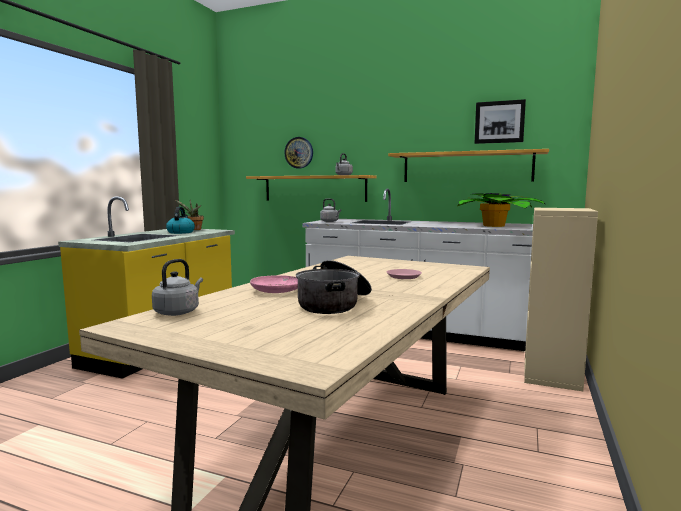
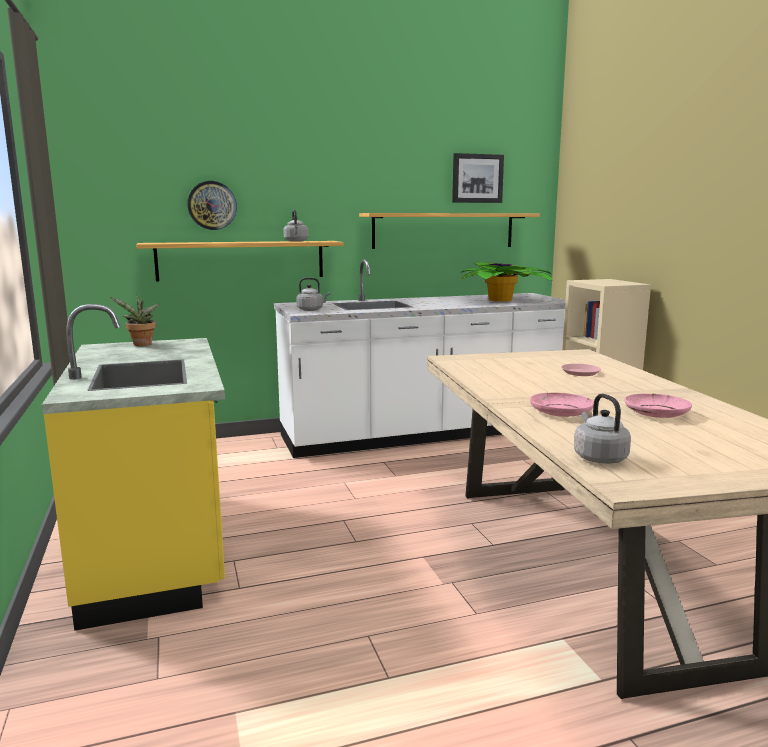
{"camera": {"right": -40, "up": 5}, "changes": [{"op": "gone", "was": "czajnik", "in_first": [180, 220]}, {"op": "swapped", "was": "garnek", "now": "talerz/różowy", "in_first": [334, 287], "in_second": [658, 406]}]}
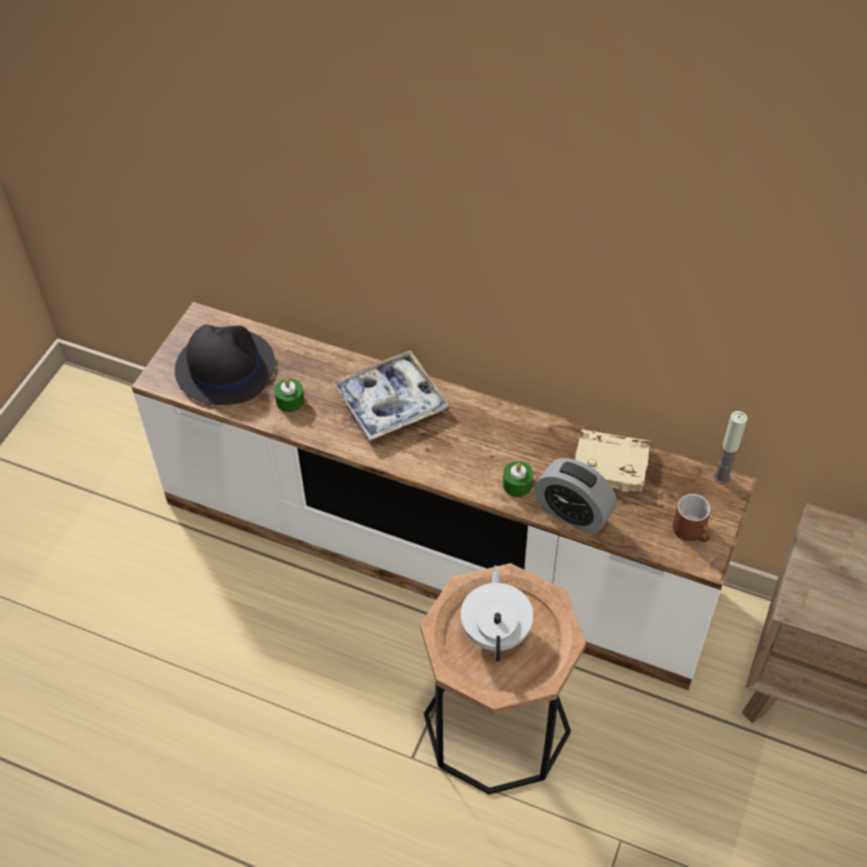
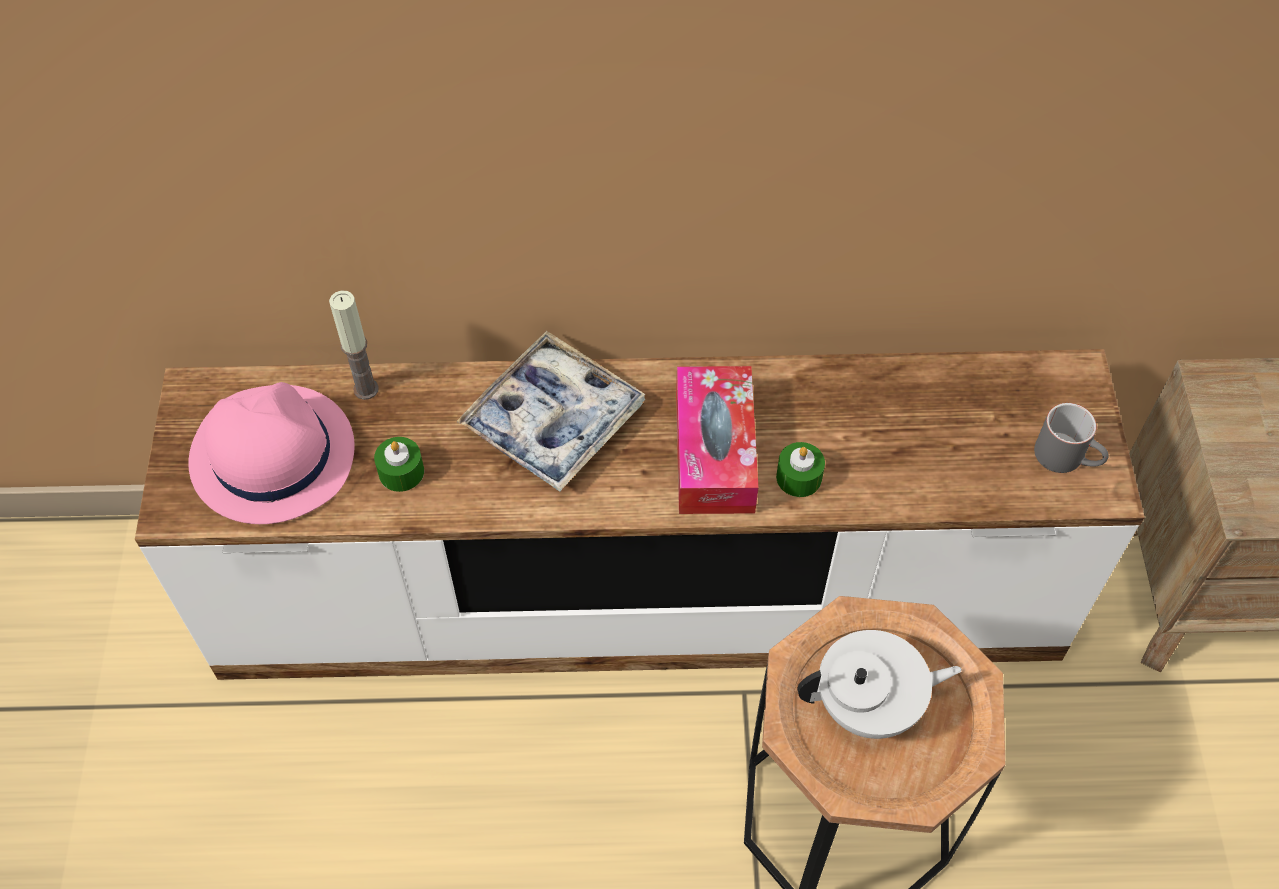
{"camera": {"right": -25, "up": 5}, "changes": [{"op": "repainted", "was": "kapelusz/czarny", "now": "kapelusz/różowy", "in_first": [225, 364], "in_second": [271, 453]}, {"op": "rotated", "was": "imbryk/biały", "in_first": [497, 613], "in_second": [879, 684], "clockwise": 105}, {"op": "gone", "was": "budzik", "in_first": [576, 496]}, {"op": "gone", "was": "książka/beżowy", "in_first": [612, 461]}, {"op": "repainted", "was": "kubek/brązowy", "now": "kubek/szary", "in_first": [691, 518], "in_second": [1071, 438]}, {"op": "shifted", "was": "świeca", "in_first": [730, 447], "in_second": [354, 345]}, {"op": "new", "now": "pudełko chusteczek", "in_second": [717, 440]}]}
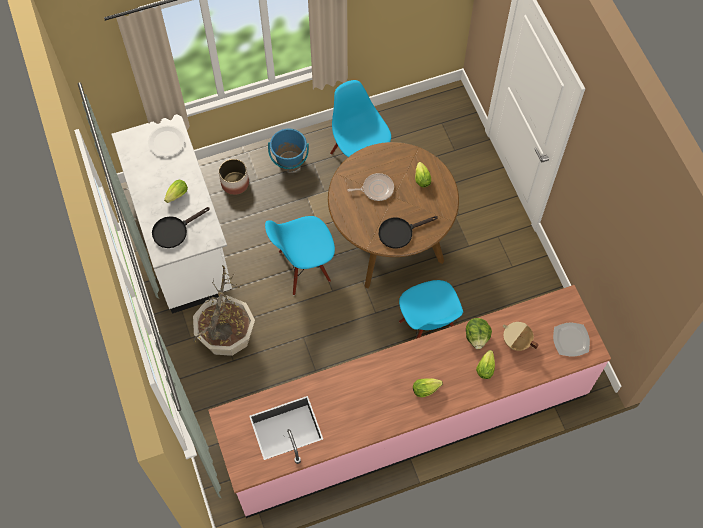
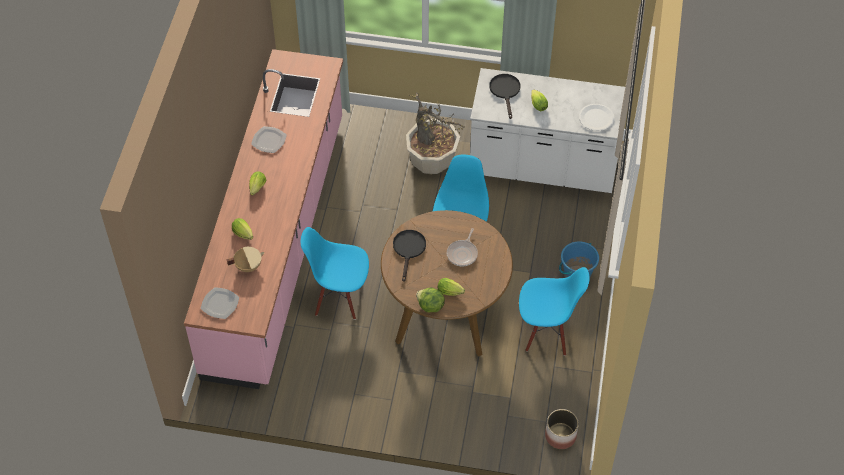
{"camera": {"right": 120, "up": -10}, "changes": [{"op": "shifted", "was": "donica", "in_first": [234, 177], "in_second": [562, 429]}, {"op": "shifted", "was": "sałata", "in_first": [479, 333], "in_second": [430, 300]}, {"op": "new", "now": "talerz", "in_second": [269, 139]}]}
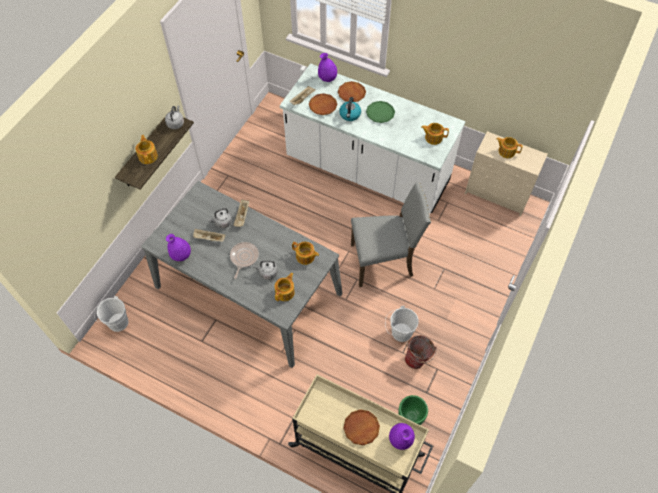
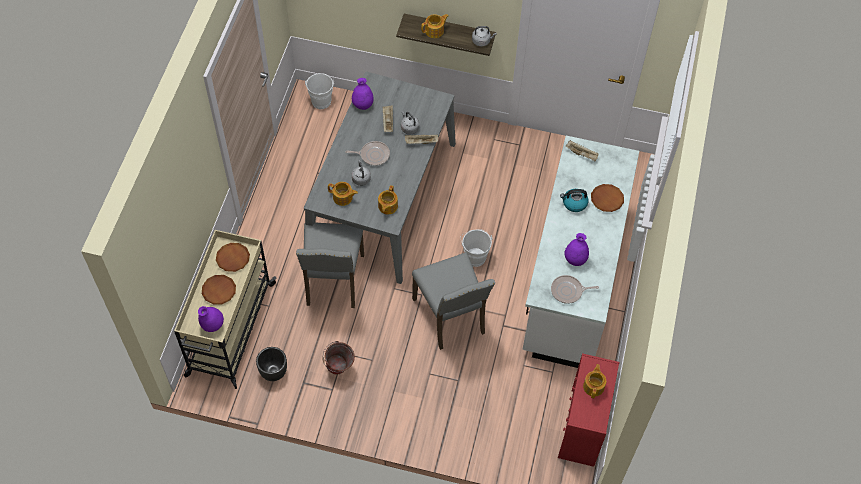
{"camera": {"right": 75, "up": 0}, "changes": [{"op": "shifted", "was": "talerz/brązowy", "in_first": [323, 104], "in_second": [233, 257]}, {"op": "shifted", "was": "wazon/fioletowy", "in_first": [327, 67], "in_second": [576, 249]}, {"op": "gone", "was": "talerz/zielony", "in_first": [380, 112]}, {"op": "shifted", "was": "wiadro/biały", "in_first": [402, 324], "in_second": [476, 248]}, {"op": "repainted", "was": "donica/zielony", "now": "donica/czarny", "in_first": [413, 410], "in_second": [271, 364]}, {"op": "swapped", "was": "imbryk", "now": "patelnia", "in_first": [435, 134], "in_second": [575, 289]}, {"op": "repainted", "was": "komoda/beżowy", "now": "komoda/czerwony", "in_first": [506, 173], "in_second": [589, 410]}, {"op": "new", "now": "krzesło/szary", "in_second": [330, 265]}]}
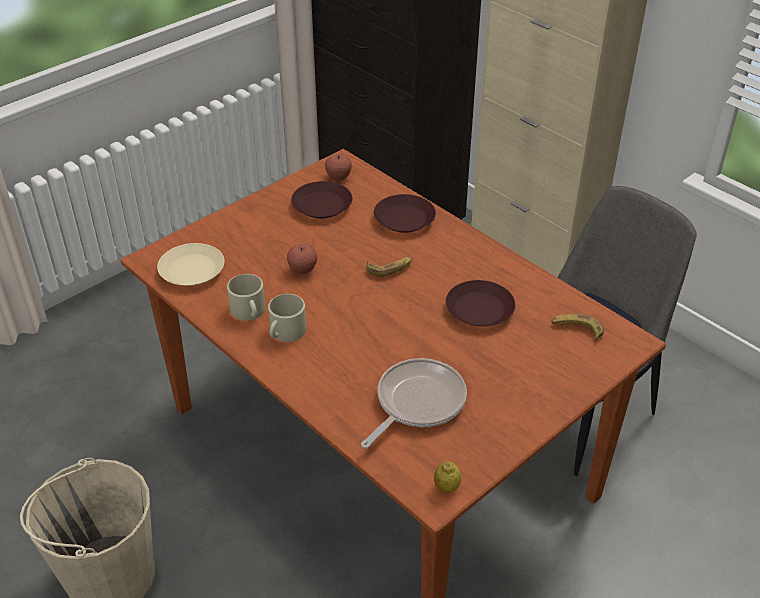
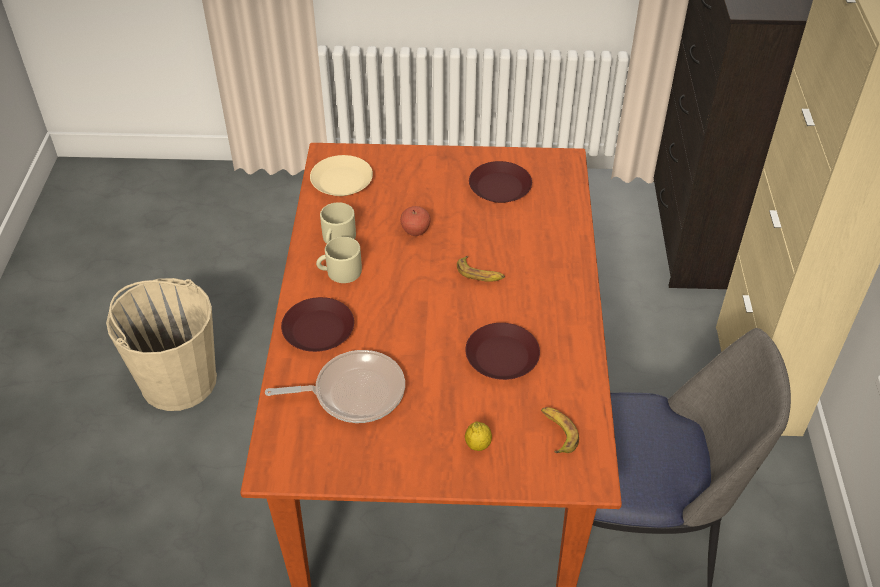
{"camera": {"right": 45, "up": 5}, "changes": [{"op": "gone", "was": "jabłko", "in_first": [338, 167]}, {"op": "shifted", "was": "talerz/brązowy", "in_first": [405, 213], "in_second": [317, 324]}, {"op": "shifted", "was": "cytryna", "in_first": [447, 477], "in_second": [478, 436]}]}
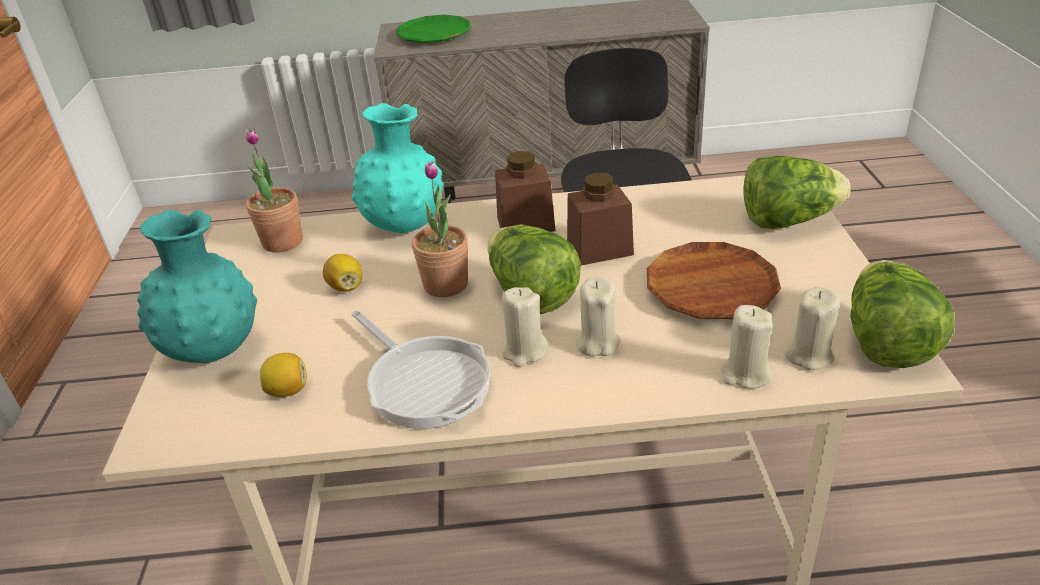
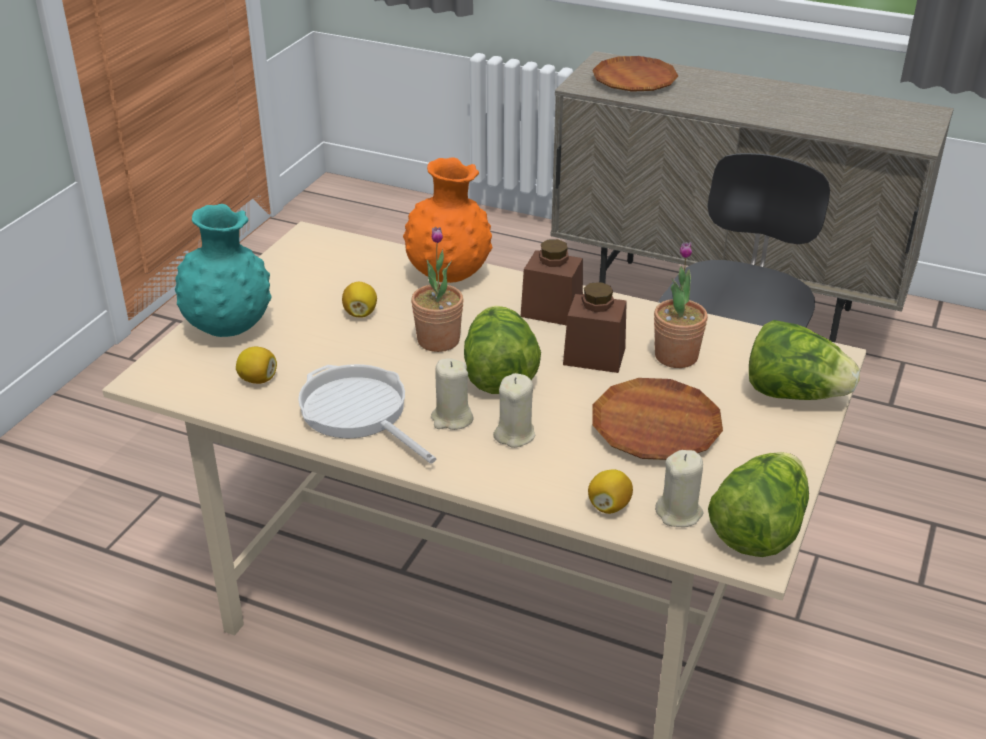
{"camera": {"right": 25, "up": 0}, "changes": [{"op": "shifted", "was": "roślina doniczkowa", "in_first": [274, 190], "in_second": [681, 305]}, {"op": "repainted", "was": "wazon/turkusowy", "now": "wazon/pomarańczowy", "in_first": [398, 168], "in_second": [447, 220]}, {"op": "rotated", "was": "patelnia", "in_first": [421, 369], "in_second": [367, 413], "clockwise": 150}, {"op": "repainted", "was": "talerz/zielony", "now": "talerz/brązowy", "in_first": [433, 29], "in_second": [635, 74]}, {"op": "swapped", "was": "świeca/beżowy", "now": "cytryna", "in_first": [747, 347], "in_second": [610, 492]}]}
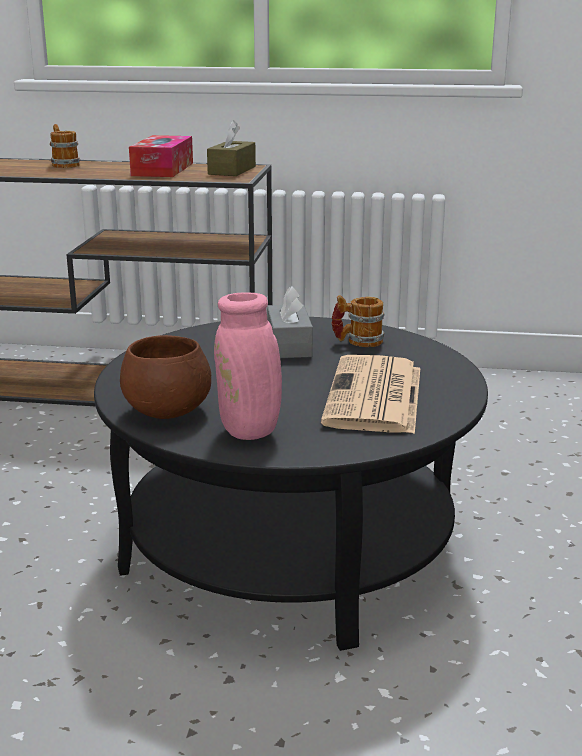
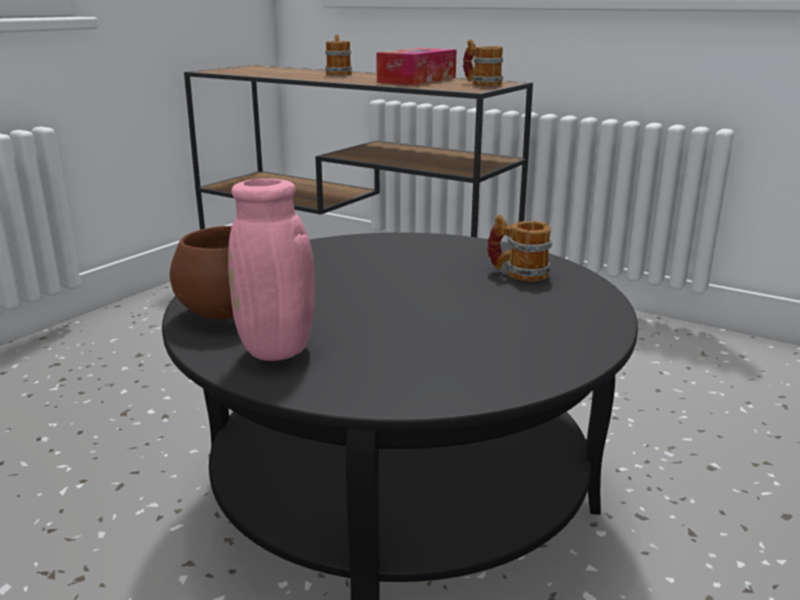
{"camera": {"right": 25, "up": 0}, "changes": [{"op": "swapped", "was": "pudełko chusteczek/brązowy", "now": "kubek", "in_first": [231, 148], "in_second": [483, 63]}, {"op": "gone", "was": "pudełko chusteczek/szary", "in_first": [290, 322]}, {"op": "gone", "was": "gazeta", "in_first": [370, 394]}]}
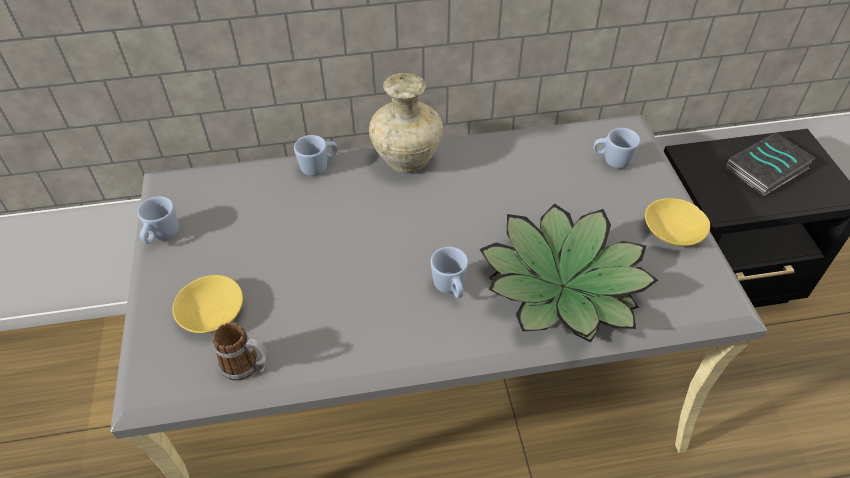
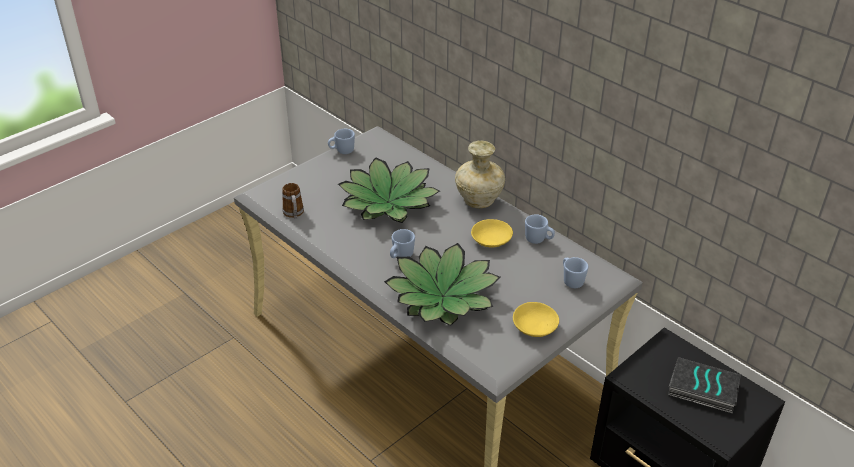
{"camera": {"right": 55, "up": -10}, "changes": [{"op": "shifted", "was": "miska/żółty", "in_first": [208, 304], "in_second": [492, 233]}, {"op": "shifted", "was": "kubek/niebieski", "in_first": [316, 155], "in_second": [540, 229]}, {"op": "new", "now": "roślina doniczkowa", "in_second": [389, 190]}]}
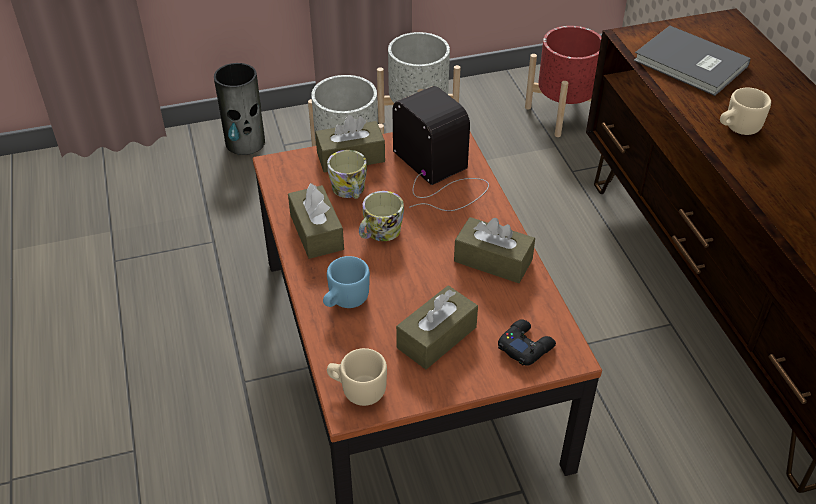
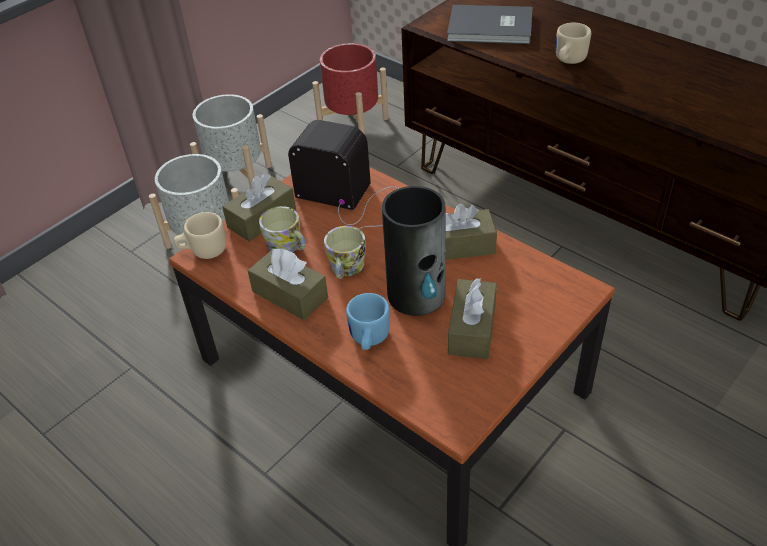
{"camera": {"right": -30, "up": 0}, "changes": [{"op": "shifted", "was": "wazon", "in_first": [239, 109], "in_second": [414, 251]}, {"op": "shifted", "was": "kubek/beżowy", "in_first": [357, 377], "in_second": [200, 235]}, {"op": "gone", "was": "pad do gier/czarny", "in_first": [527, 342]}]}
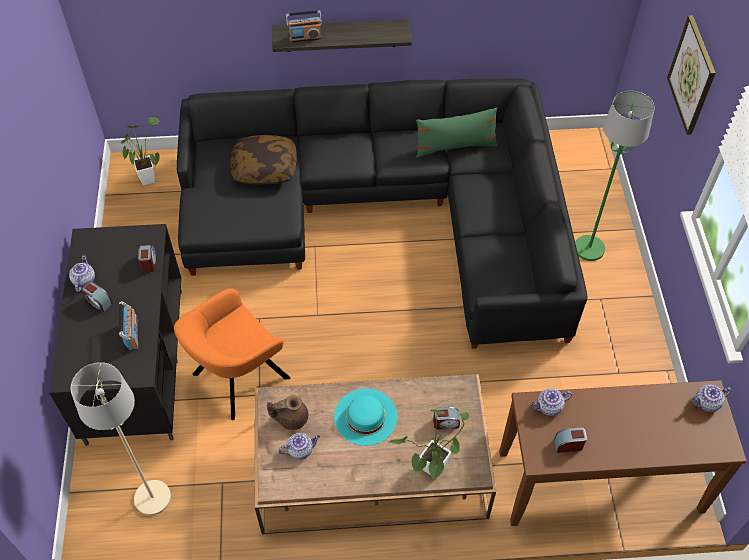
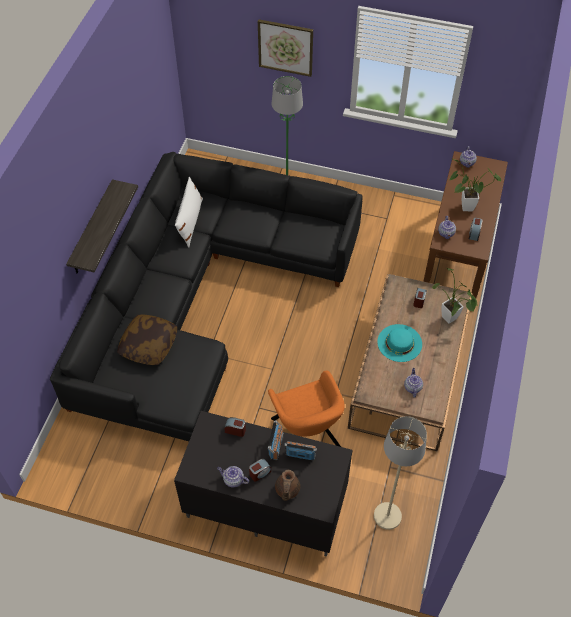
{"camera": {"right": -70, "up": 0}, "changes": [{"op": "shifted", "was": "roślina doniczkowa", "in_first": [140, 151], "in_second": [475, 184]}, {"op": "shifted", "was": "imbryk/brązowy", "in_first": [288, 412], "in_second": [287, 485]}, {"op": "shifted", "was": "radio", "in_first": [304, 26], "in_second": [276, 440]}, {"op": "repainted", "was": "poduszka/zielony", "now": "poduszka/biały", "in_first": [457, 132], "in_second": [189, 212]}]}
